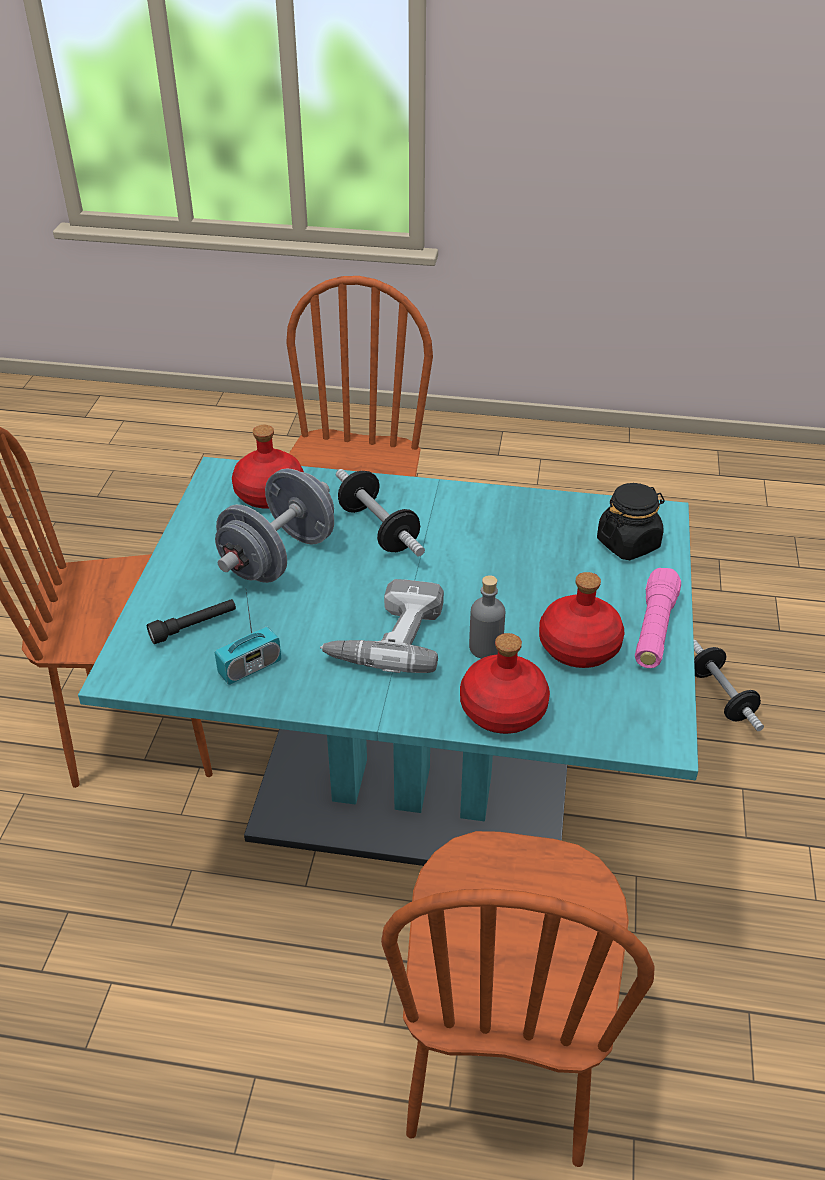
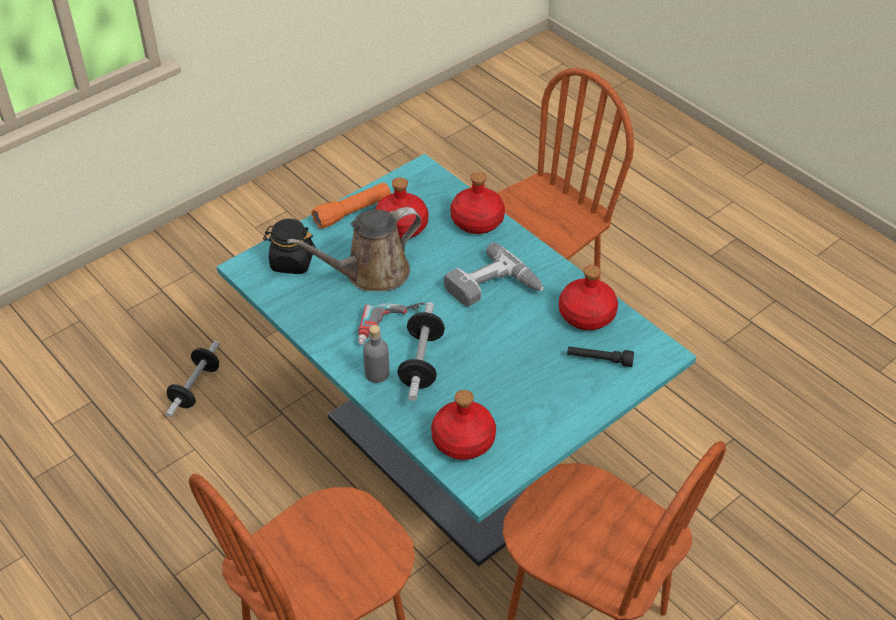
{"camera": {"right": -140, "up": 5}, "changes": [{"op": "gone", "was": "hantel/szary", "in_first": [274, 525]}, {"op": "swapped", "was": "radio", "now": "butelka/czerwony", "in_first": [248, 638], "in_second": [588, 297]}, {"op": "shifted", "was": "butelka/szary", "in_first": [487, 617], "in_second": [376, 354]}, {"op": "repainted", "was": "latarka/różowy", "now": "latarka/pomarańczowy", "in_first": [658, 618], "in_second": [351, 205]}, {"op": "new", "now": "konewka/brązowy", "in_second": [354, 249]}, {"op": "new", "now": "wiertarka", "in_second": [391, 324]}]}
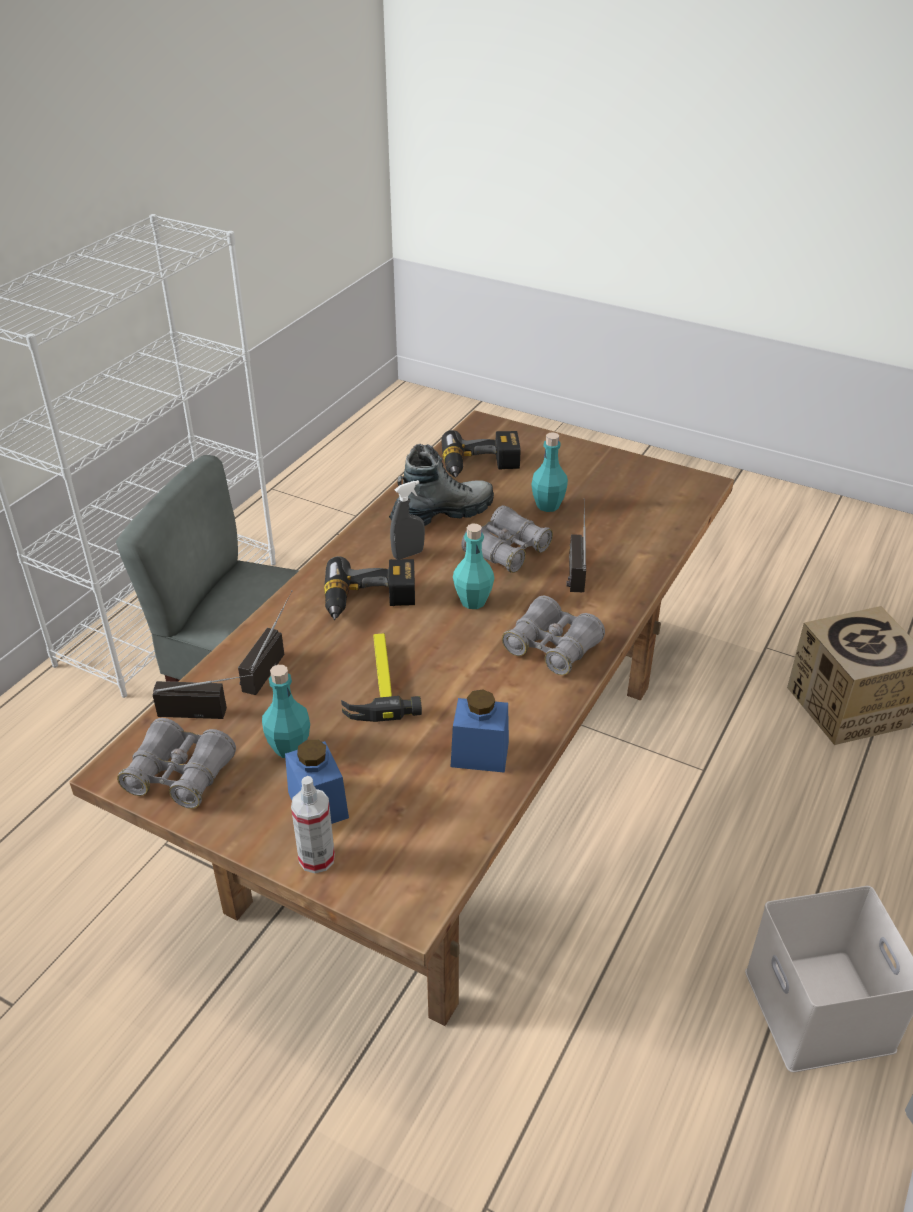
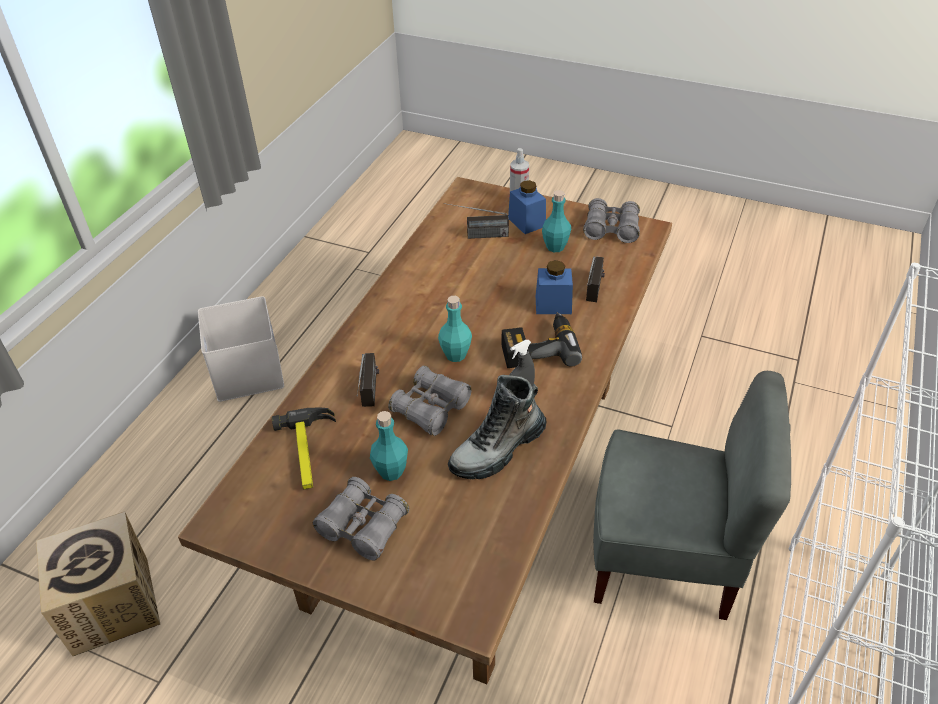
{"camera": {"right": 175, "up": 5}, "changes": [{"op": "shifted", "was": "radio", "in_first": [203, 696], "in_second": [476, 221]}, {"op": "shifted", "was": "młotek", "in_first": [381, 677], "in_second": [304, 448]}, {"op": "gone", "was": "wiertarka", "in_first": [481, 454]}, {"op": "shifted", "was": "słoik/niebieski", "in_first": [480, 731], "in_second": [554, 287]}, {"op": "shifted", "was": "lornetka/szary", "in_first": [553, 635], "in_second": [361, 519]}]}
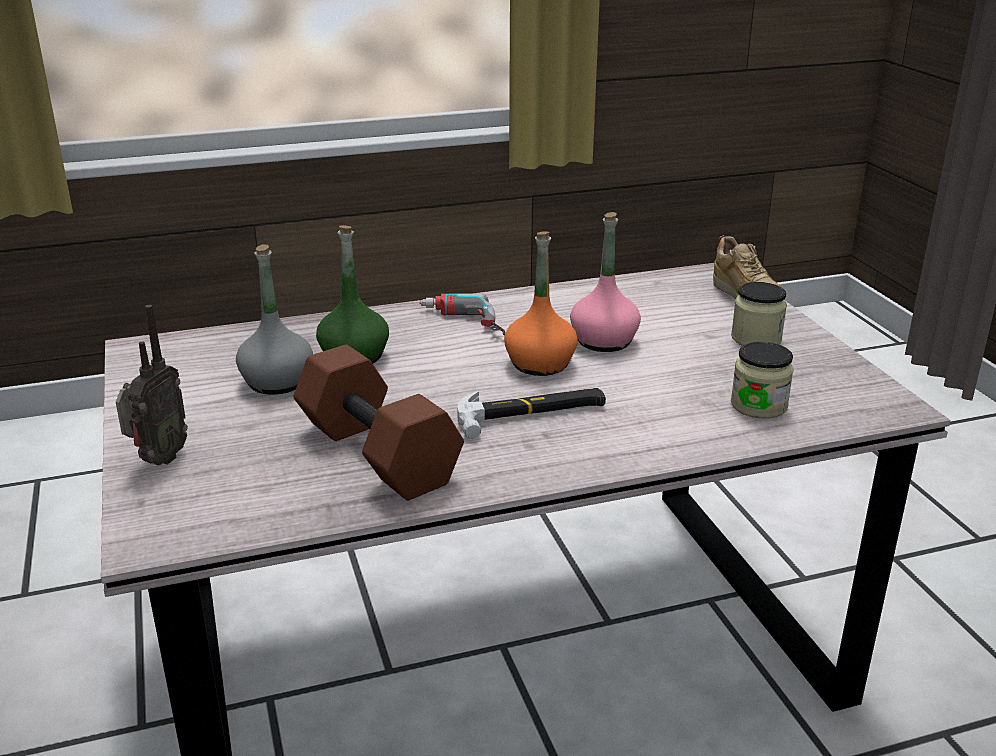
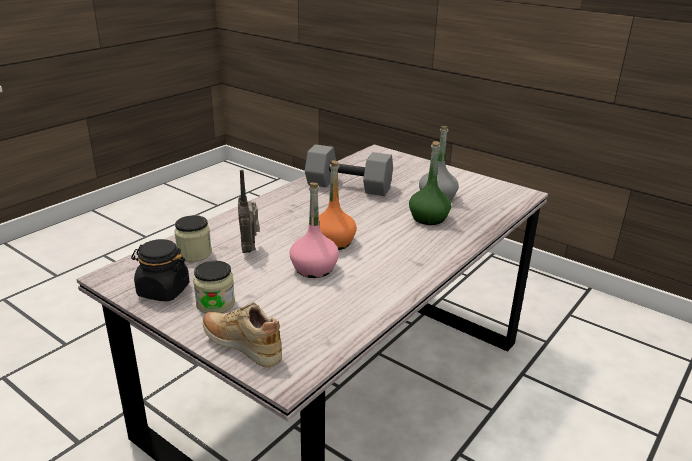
{"camera": {"right": 145, "up": 0}, "changes": [{"op": "shifted", "was": "radio", "in_first": [152, 385], "in_second": [249, 211]}, {"op": "repainted", "was": "hantel/brązowy", "now": "hantel/szary", "in_first": [379, 422], "in_second": [349, 170]}, {"op": "gone", "was": "wiertarka", "in_first": [462, 314]}, {"op": "gone", "was": "młotek", "in_first": [531, 413]}, {"op": "new", "now": "słoik/czarny", "in_second": [160, 270]}]}
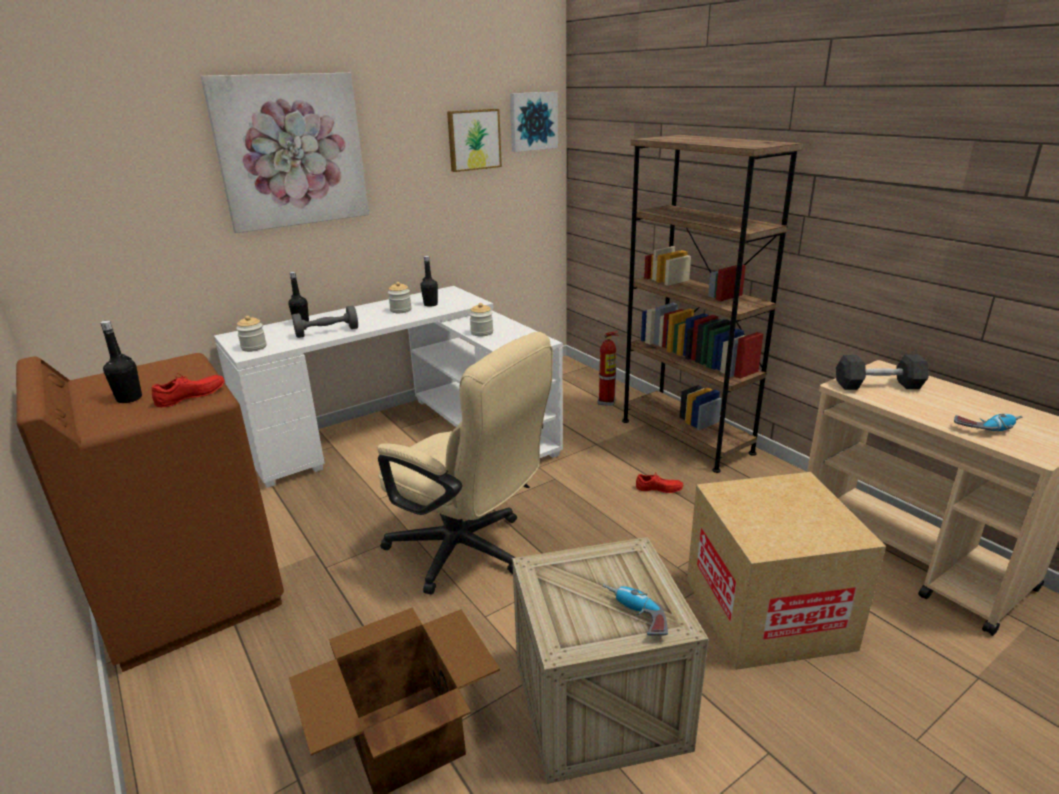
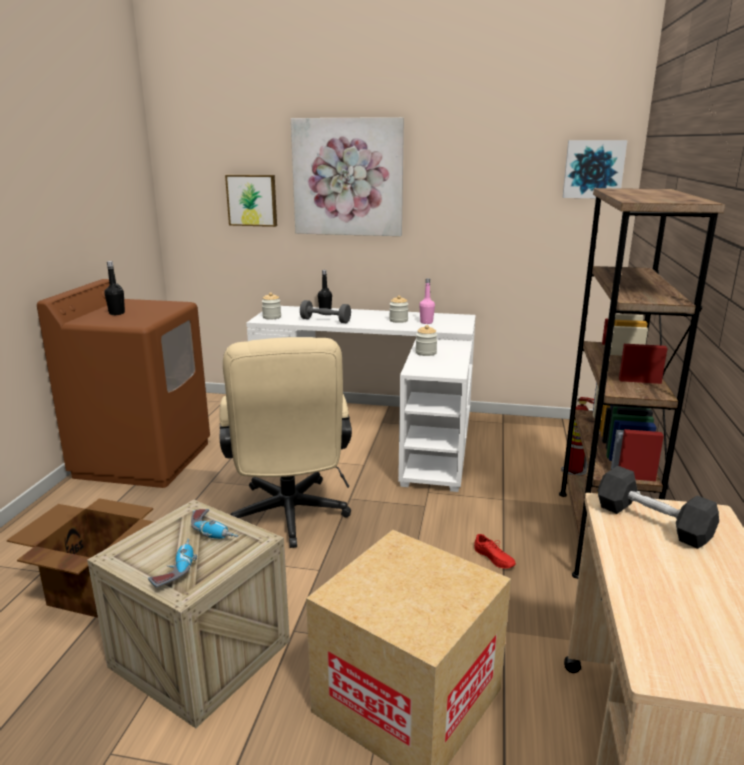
{"camera": {"right": 45, "up": -5}, "changes": [{"op": "gone", "was": "but/czerwony", "in_first": [188, 390]}, {"op": "repainted", "was": "butelka/czarny", "now": "butelka/różowy", "in_first": [429, 281], "in_second": [427, 301]}, {"op": "shifted", "was": "obraz", "in_first": [474, 140], "in_second": [251, 201]}, {"op": "shifted", "was": "wiertarka", "in_first": [988, 422], "in_second": [214, 524]}]}
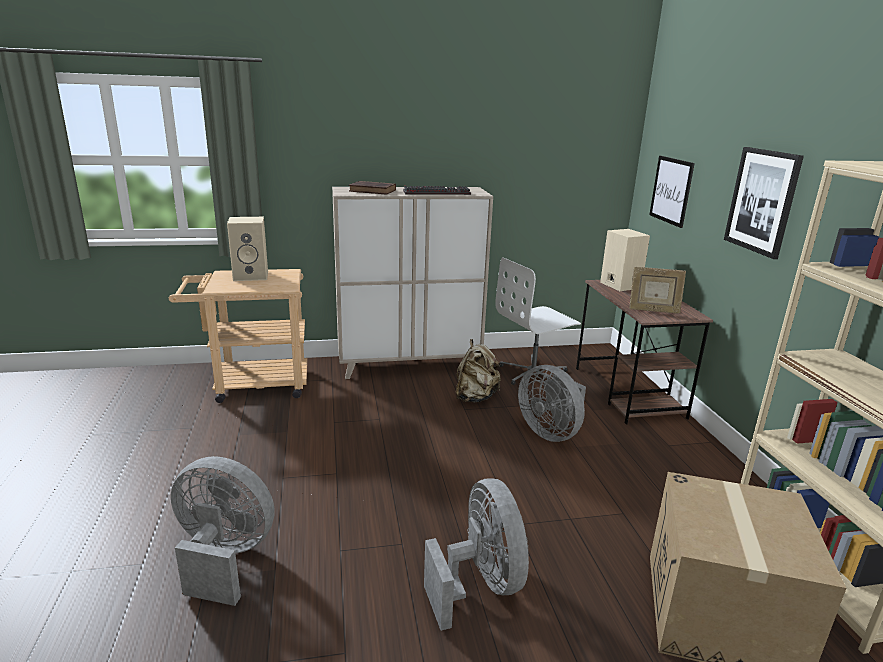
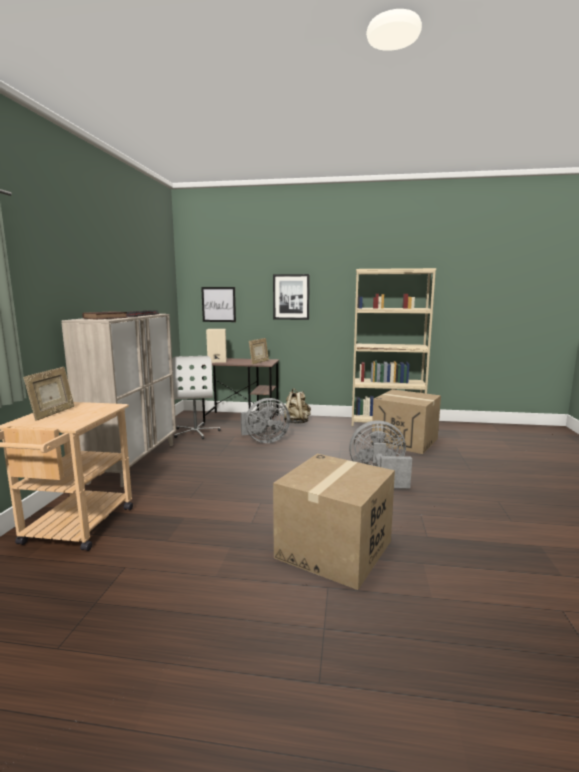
{"camera": {"right": -70, "up": -10}, "changes": [{"op": "swapped", "was": "wentylator/szary", "now": "karton", "in_first": [223, 531], "in_second": [334, 522]}, {"op": "swapped", "was": "głośnik/beżowy", "now": "ramka na zdjęcie", "in_first": [247, 249], "in_second": [49, 393]}, {"op": "shifted", "was": "plecak/beżowy", "in_first": [478, 370], "in_second": [297, 406]}]}
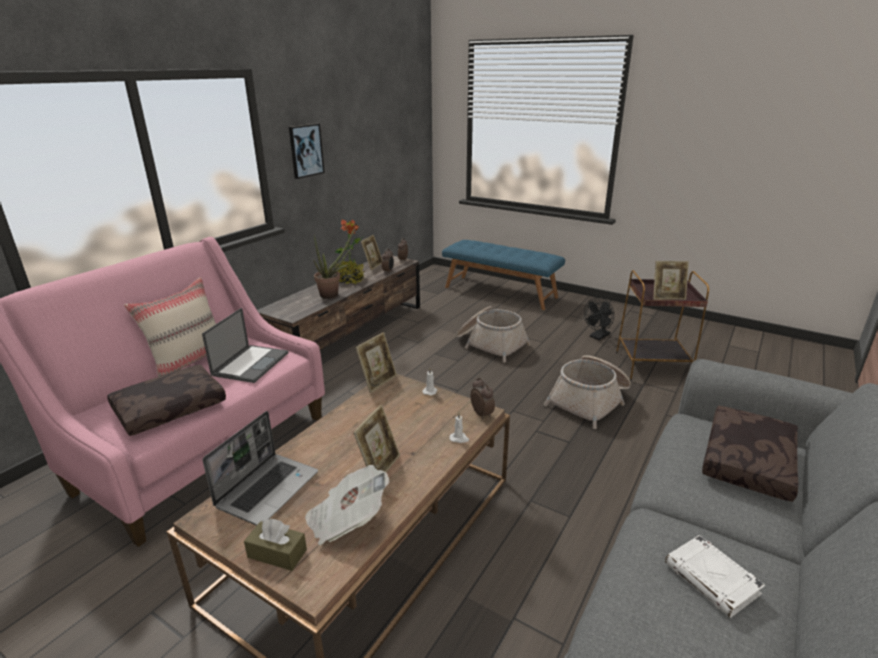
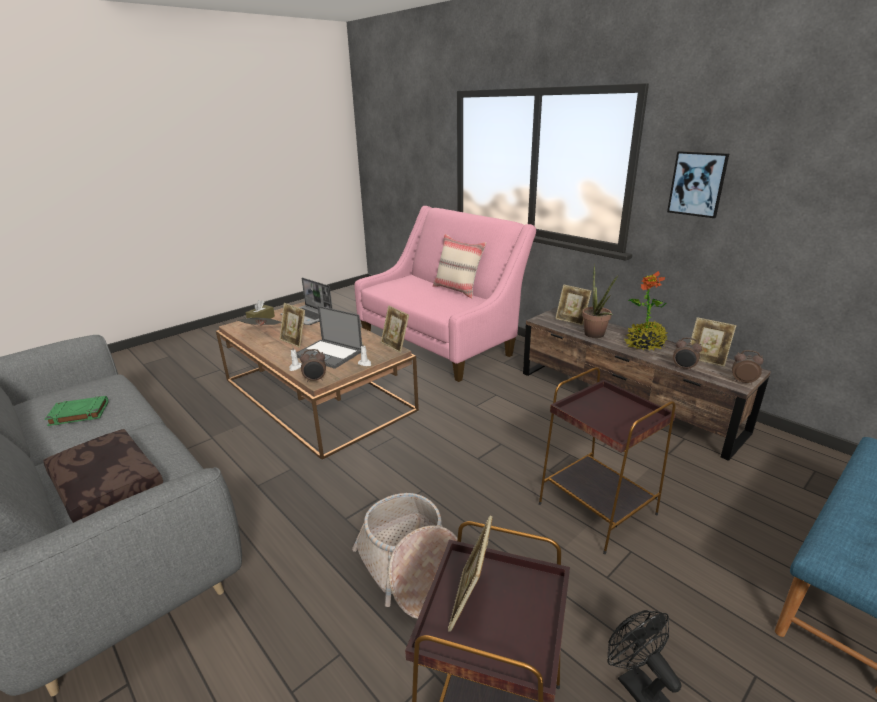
{"camera": {"right": 105, "up": 0}, "changes": [{"op": "gone", "was": "poduszka/brązowy", "in_first": [167, 400]}, {"op": "shifted", "was": "laptop", "in_first": [245, 345], "in_second": [329, 337]}, {"op": "swapped", "was": "koszyk", "now": "stolik/brązowy", "in_first": [493, 334], "in_second": [607, 460]}, {"op": "repainted", "was": "książka/biały", "now": "książka/zielony", "in_first": [715, 576], "in_second": [76, 411]}, {"op": "new", "now": "ramka na zdjęcie", "in_second": [573, 305]}]}
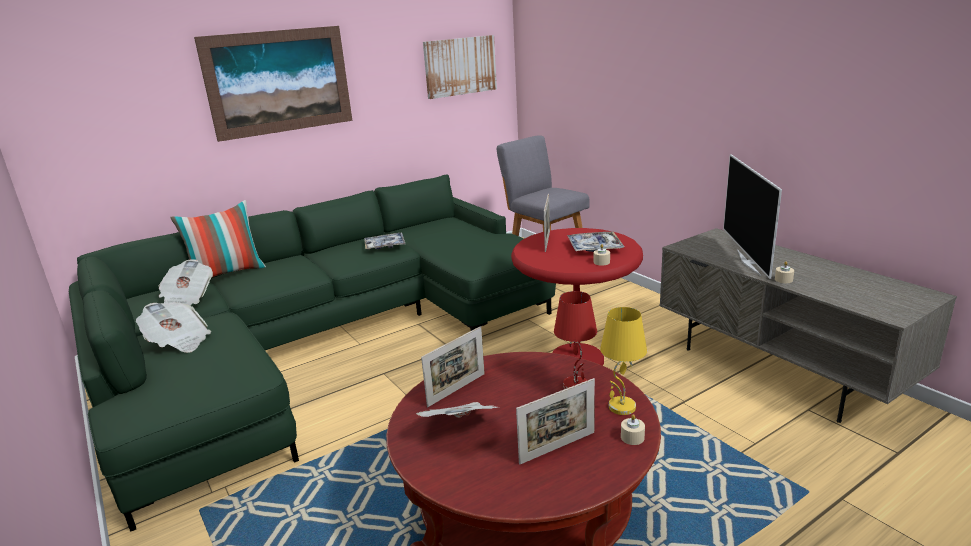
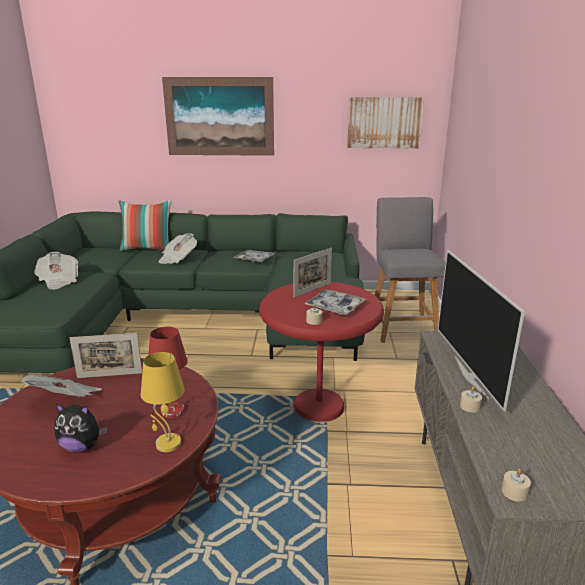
{"camera": {"right": 35, "up": 0}, "changes": [{"op": "shifted", "was": "gazeta", "in_first": [185, 282], "in_second": [177, 248]}, {"op": "swapped", "was": "ramka na zdjęcie", "now": "pluszak", "in_first": [555, 421], "in_second": [81, 428]}, {"op": "shifted", "was": "świeca/beżowy", "in_first": [633, 429], "in_second": [516, 485]}, {"op": "rotated", "was": "telewizor", "in_first": [752, 216], "in_second": [481, 330], "clockwise": -45}]}
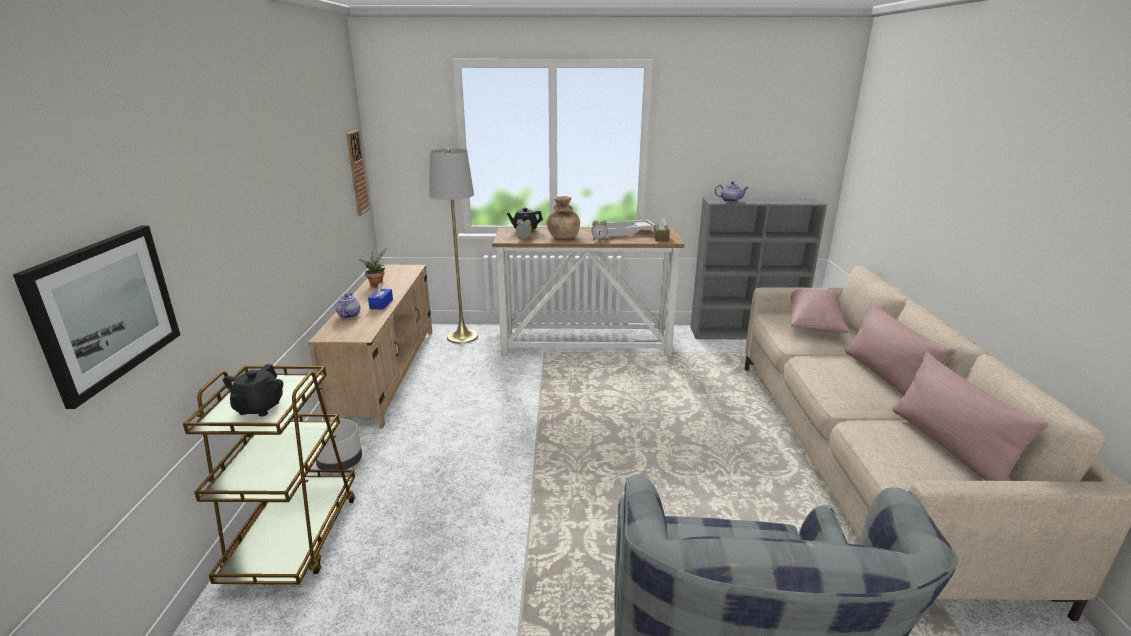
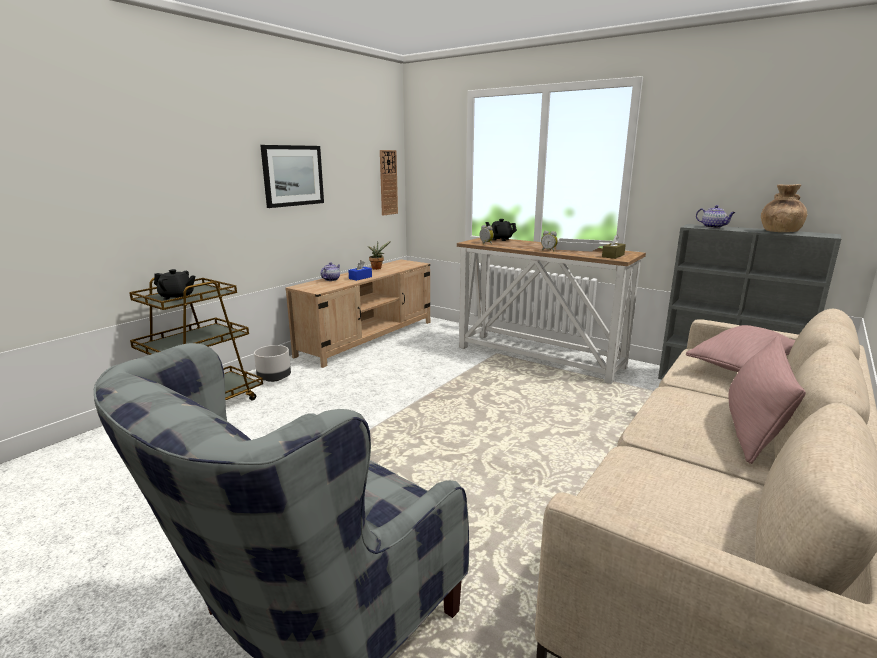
{"camera": {"right": 35, "up": -5}, "changes": [{"op": "shifted", "was": "obraz", "in_first": [96, 317], "in_second": [292, 176]}, {"op": "rotated", "was": "imbryk/czarny", "in_first": [253, 390], "in_second": [174, 285], "clockwise": -120}, {"op": "gone", "was": "lampa stojąca/szary", "in_first": [453, 246]}, {"op": "shifted", "was": "wazon/brązowy", "in_first": [563, 217], "in_second": [784, 208]}, {"op": "gone", "was": "poduszka/różowy", "in_first": [970, 416]}]}
